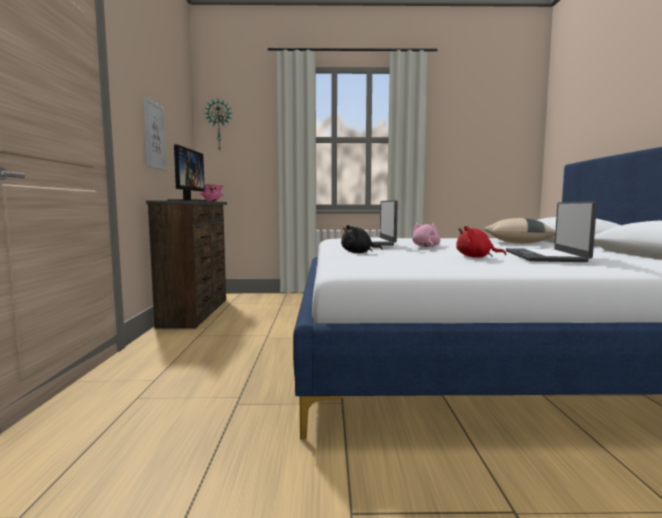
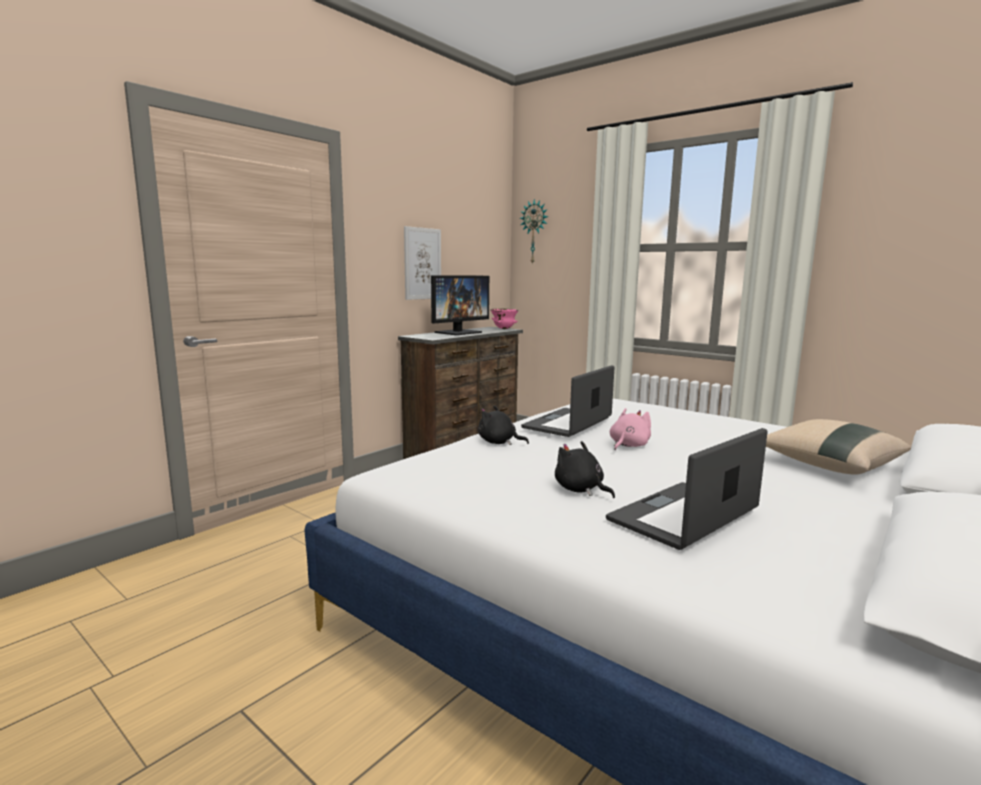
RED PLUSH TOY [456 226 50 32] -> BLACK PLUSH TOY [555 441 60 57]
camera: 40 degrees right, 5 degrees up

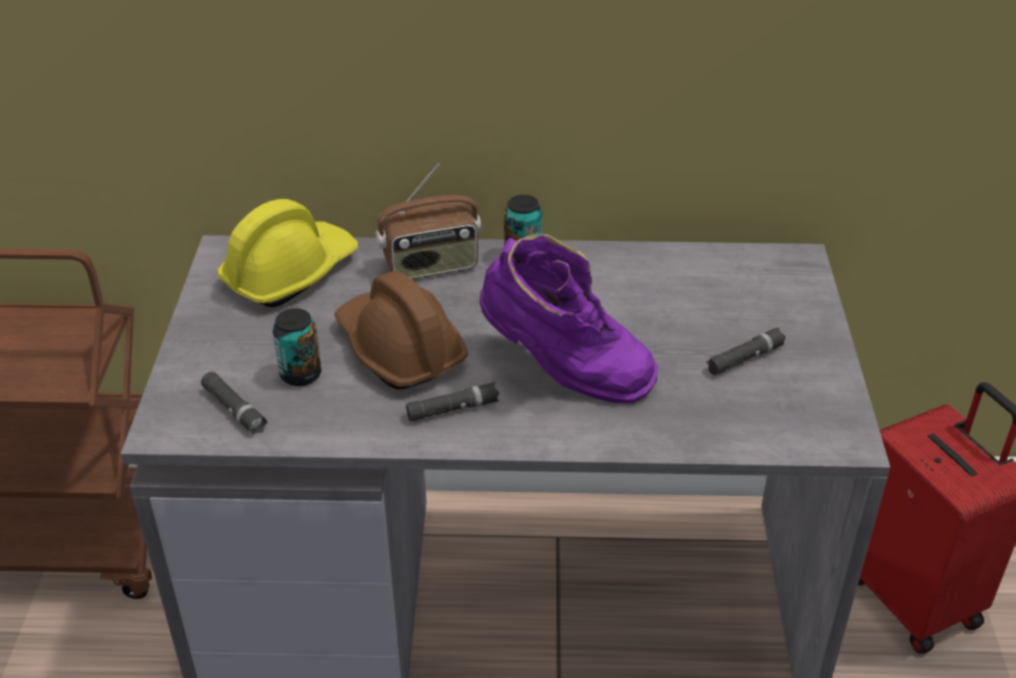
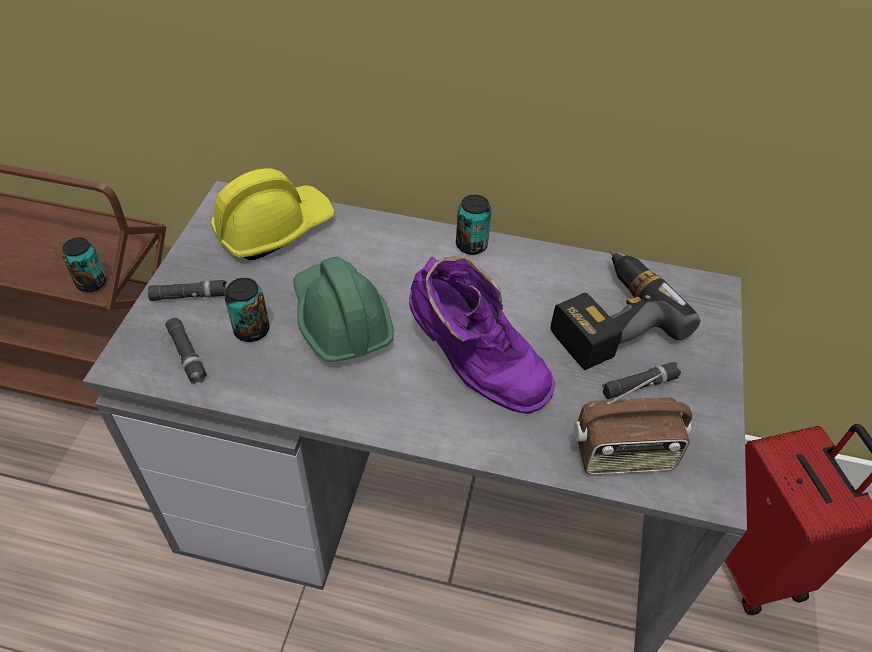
none -> CAN [62 237 45 55]
none -> POWER DRILL [551 250 149 120]
RADIO [376 163 105 116] -> RADIO [574 372 118 102], moved
BLACK FLASHLIGHT [406 382 93 40] -> BLACK FLASHLIGHT [148 280 79 21], moved
BROWN HARD HAT [334 271 134 119] -> GREEN HARD HAT [293 256 101 107]
camera: 10 degrees right, 10 degrees up

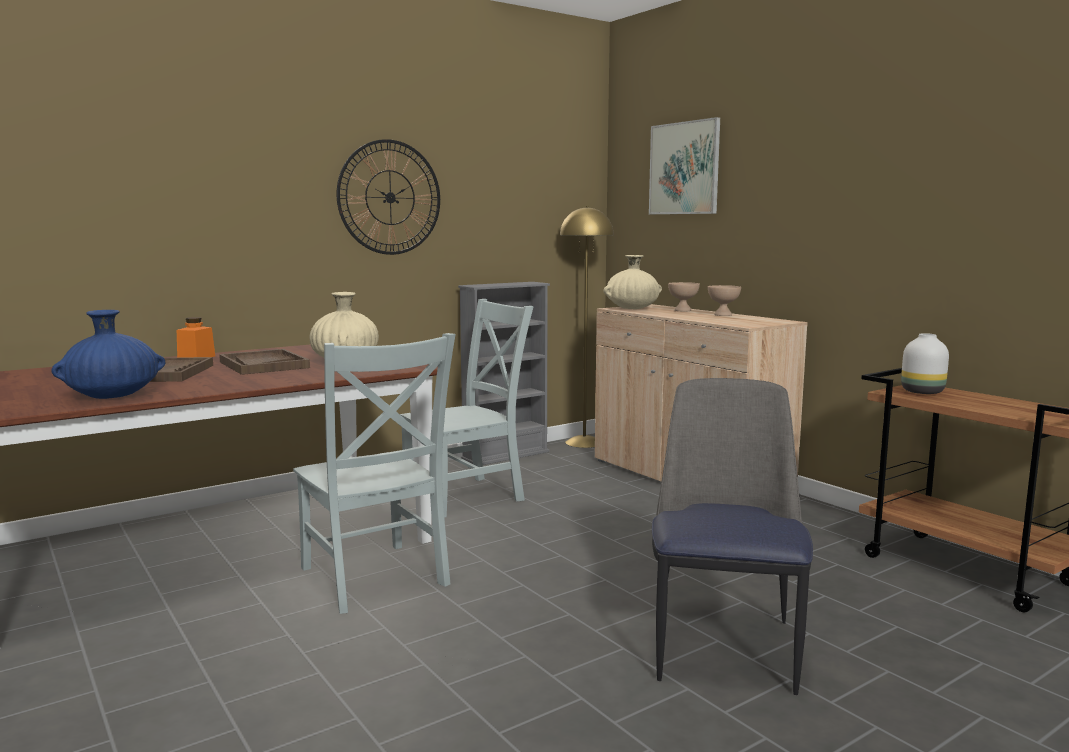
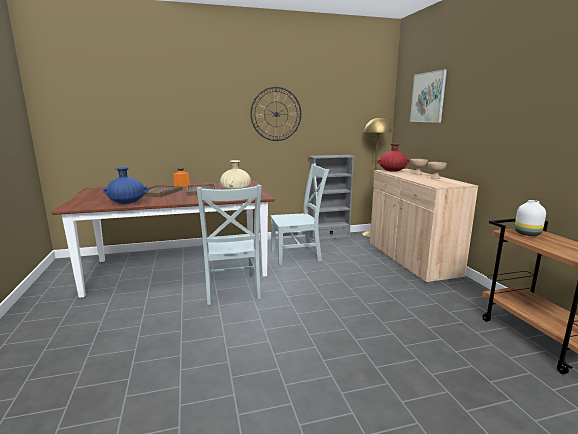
CHAIR [652 378 161 317] -> none
BEIGE VASE [603 255 59 54] -> RED VASE [377 144 33 28]
camera: 20 degrees right, 5 degrees up

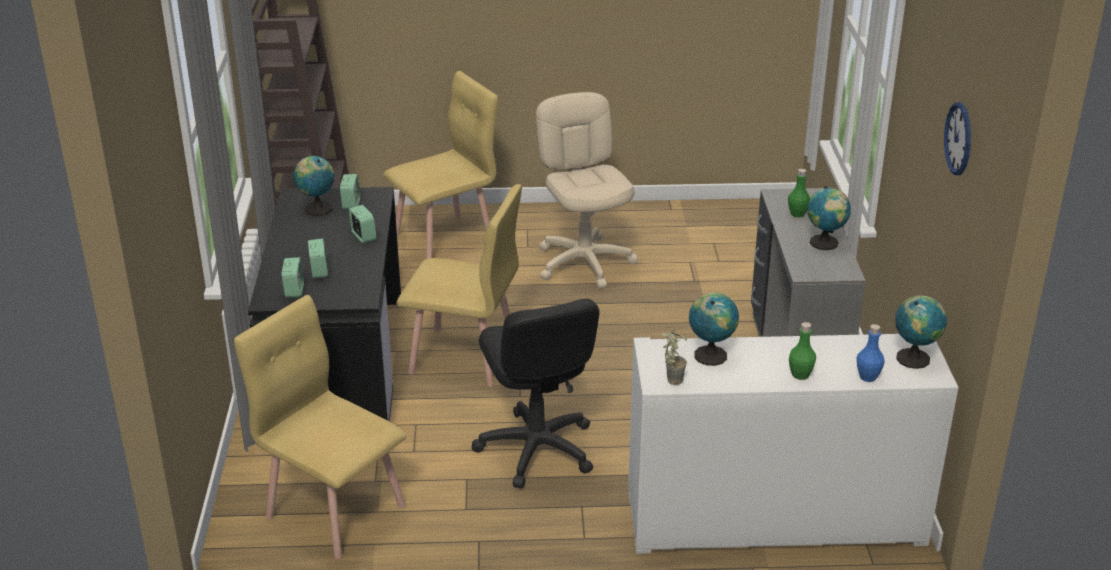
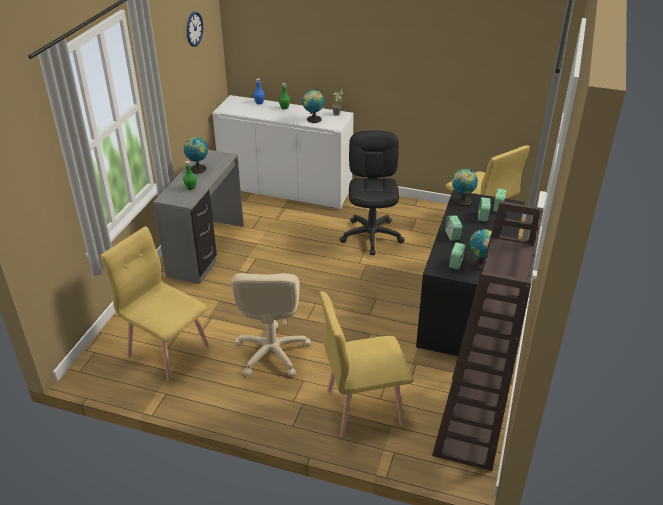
YELLOW CHAIR [396 184 126 203] -> YELLOW CHAIR [101 226 109 155], moved
GLOBE [895 295 52 74] -> GLOBE [452 169 26 37], moved
camera: 160 degrees left, 5 degrees up

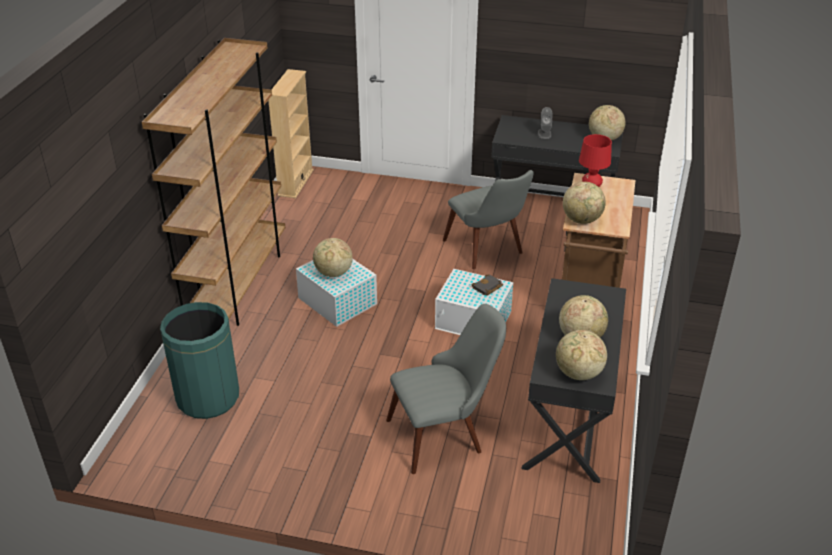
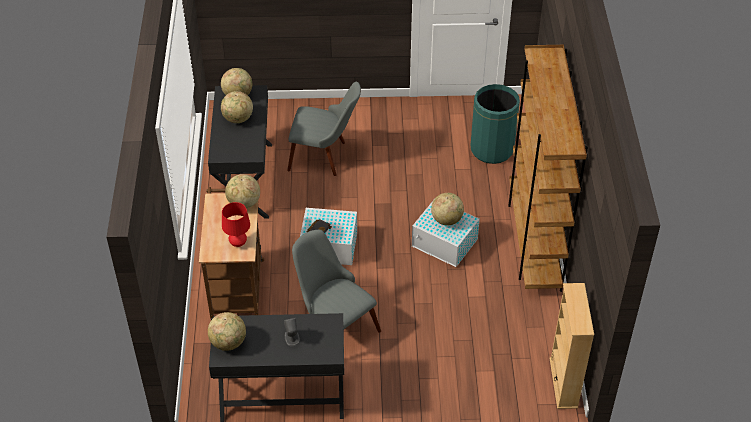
GREY CHAIR [386 304 120 170] -> GREY CHAIR [287 82 74 94], 135 degrees counterclockwise
camera: 165 degrees right, 10 degrees up

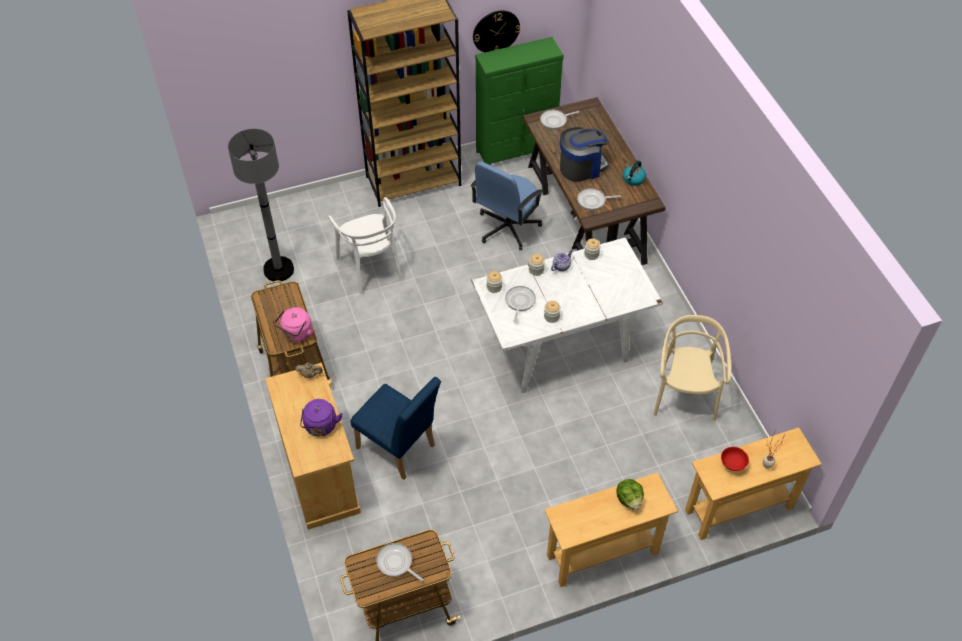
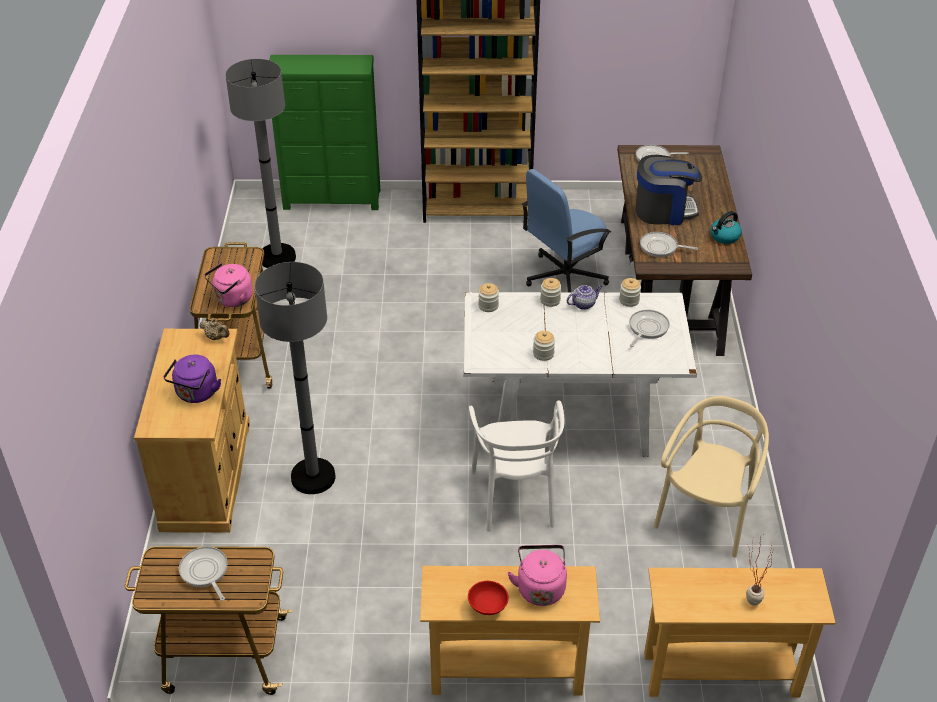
WALL CLOCK [473 11 47 41] -> none
WHITE CHAIR [328 197 74 97] -> WHITE CHAIR [469 401 95 131], moved
GREEN DRESSER [475 37 89 128] -> GREEN DRESSER [270 55 110 155], moved
FRYING PAN [505 286 31 37] -> FRYING PAN [629 310 41 37], moved
RED BOWL [721 447 28 24] -> RED BOWL [468 581 41 34], moved
BLUE CHAIR [350 377 91 103] -> GREY FLOOR LAMP [255 262 81 232]
LETTUCE [616 479 28 31] -> PINK KETTLE [507 545 60 61]
camera: 20 degrees right, 10 degrees down

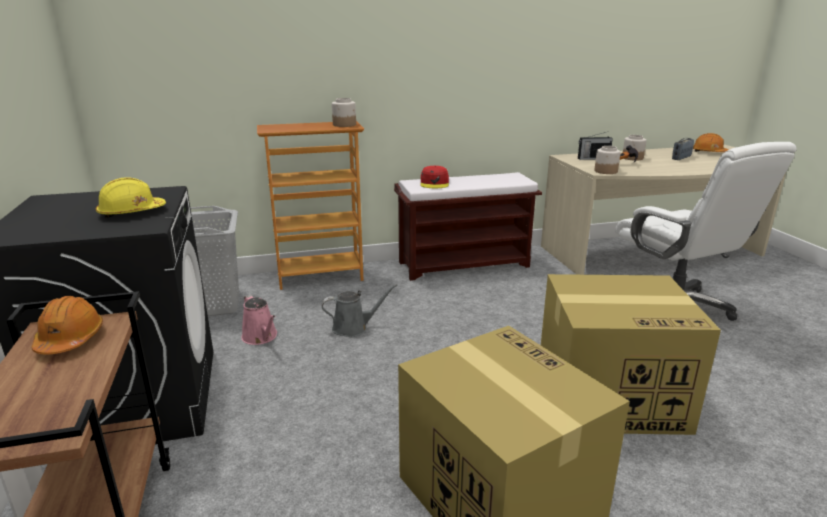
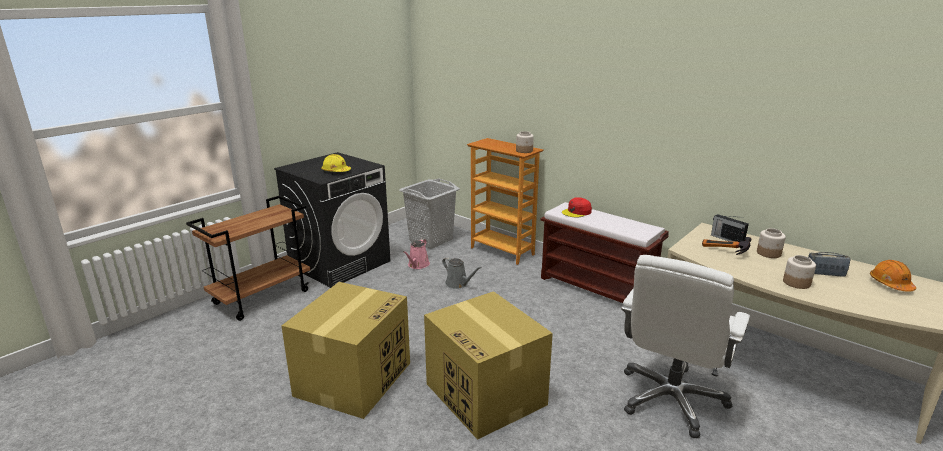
ORANGE HARD HAT [32 296 71 59] -> none
JAR [594 146 27 28] -> JAR [783 255 33 34], moved
camera: 55 degrees right, 0 degrees up

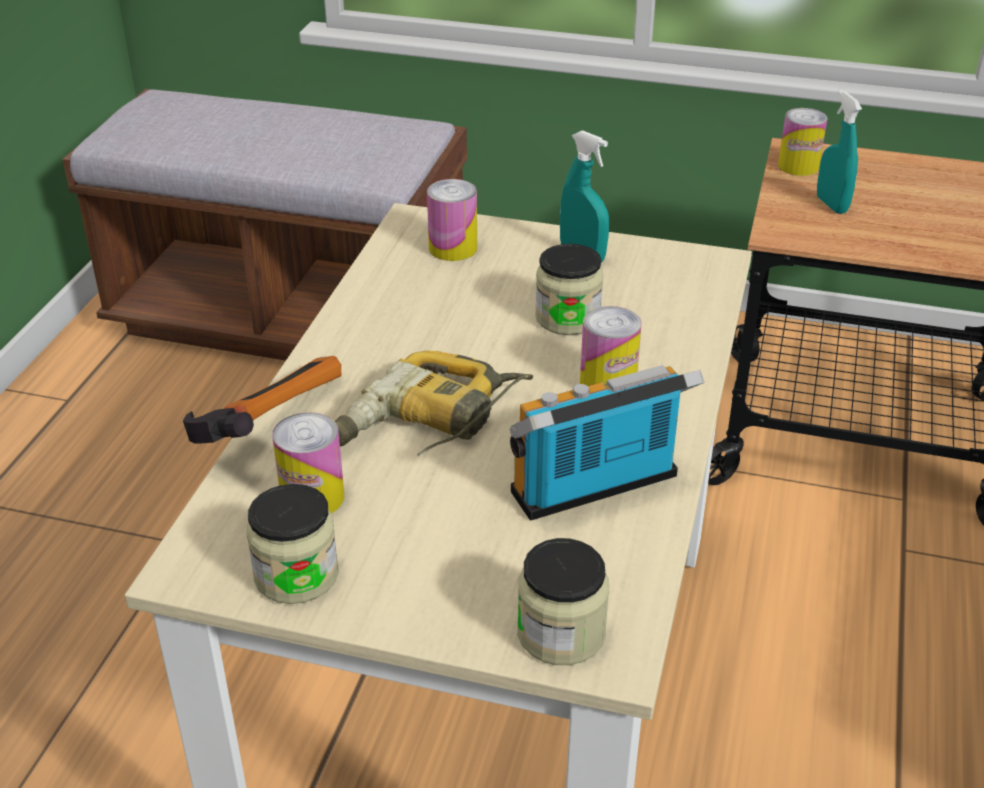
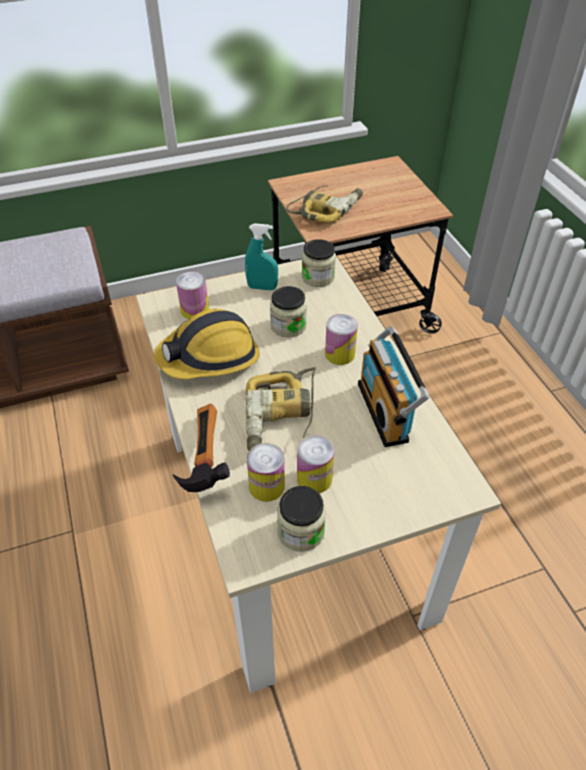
none -> HARD HAT [154 309 106 70]
JAR [517 538 92 127] -> JAR [302 239 34 48], moved
CAN [778 108 49 68] -> CAN [297 435 37 58], moved
TURQUOISE SPRAY BOTTLE [817 90 45 124] -> POWER DRILL [286 185 77 38]
RADIO [510 365 195 155] -> RADIO [358 326 71 121], 45 degrees counterclockwise
camera: 35 degrees left, 10 degrees up

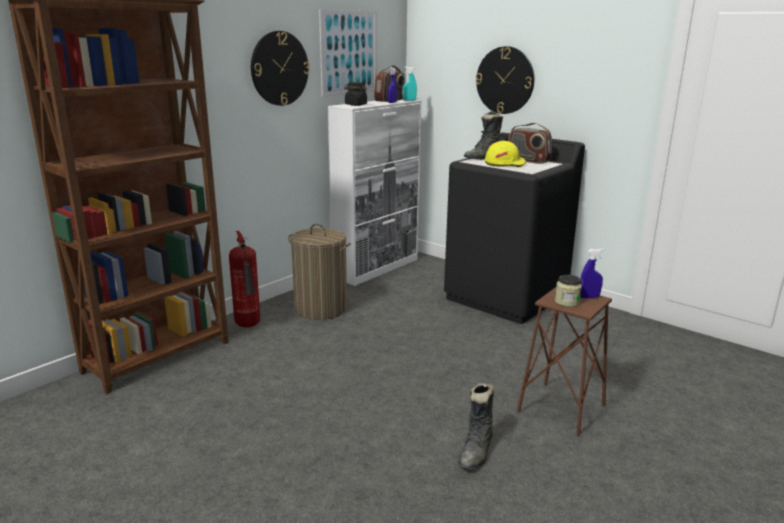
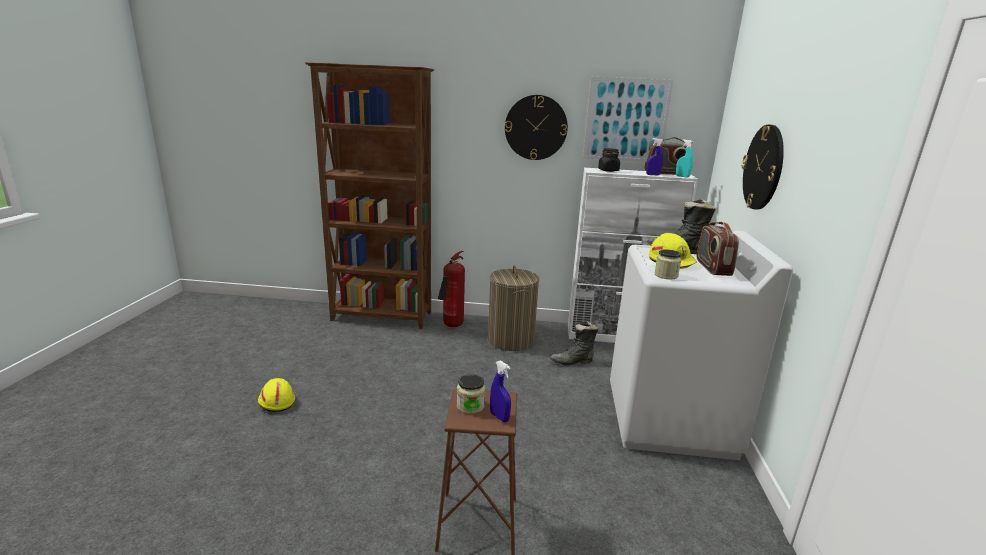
none -> YELLOW HARD HAT [258 378 37 34]
none -> JAR [655 249 26 30]
BLACK BOOT [458 383 36 87] -> BLACK BOOT [550 321 48 44], moved
BLACK WASHING MACHINE [444 132 141 192] -> WHITE WASHING MACHINE [610 231 183 229]
camera: 55 degrees right, 0 degrees up

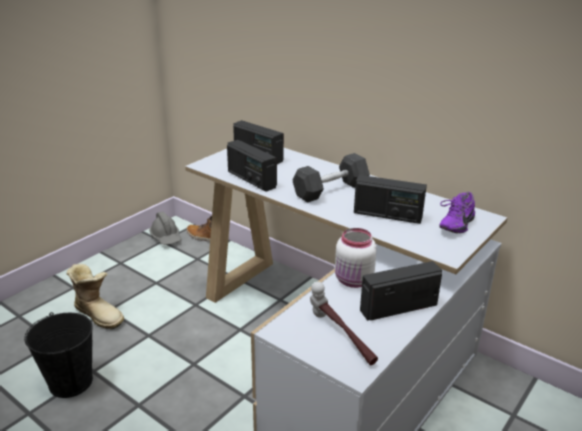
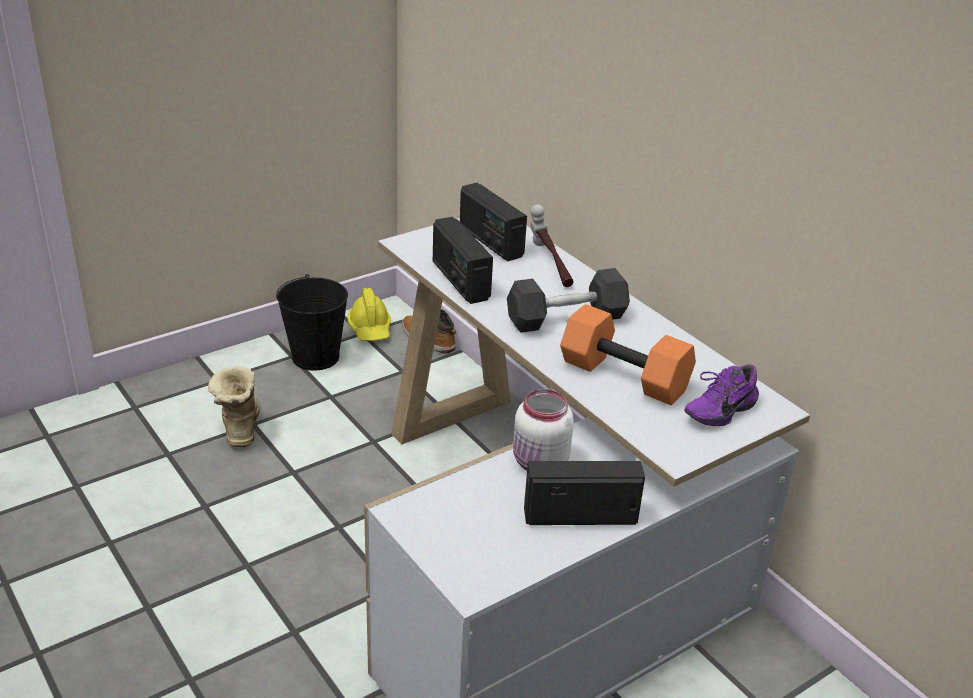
BLACK BUCKET [24 312 69 86] -> BLACK BUCKET [276 274 72 97], moved
HAMMER [310 282 68 83] -> HAMMER [530 204 44 83], moved
RADIO [354 175 73 49] -> ORANGE DUMBBELL [560 304 136 101]
GREY HARD HAT [149 211 33 34] -> YELLOW HARD HAT [348 288 43 53]
BOOT [66 264 58 65] -> BOOT [208 366 51 81], 150 degrees counterclockwise
camera: 15 degrees right, 5 degrees up

